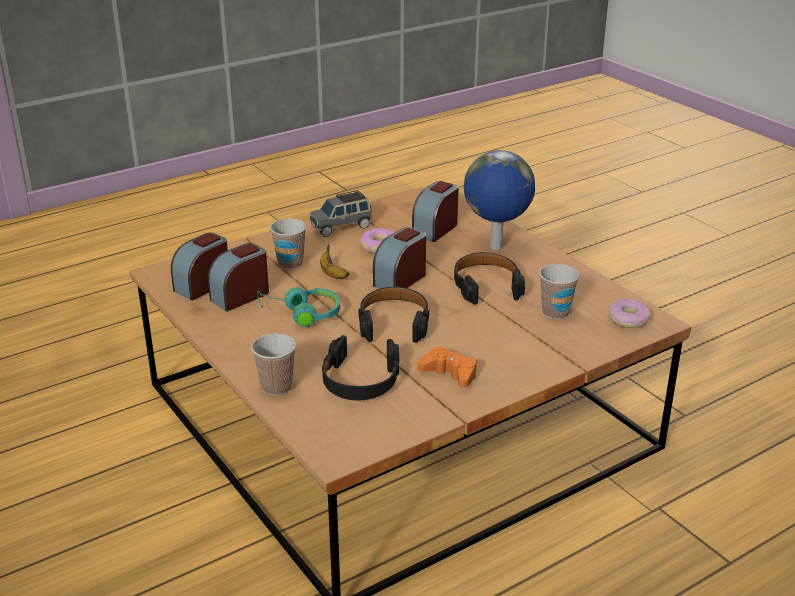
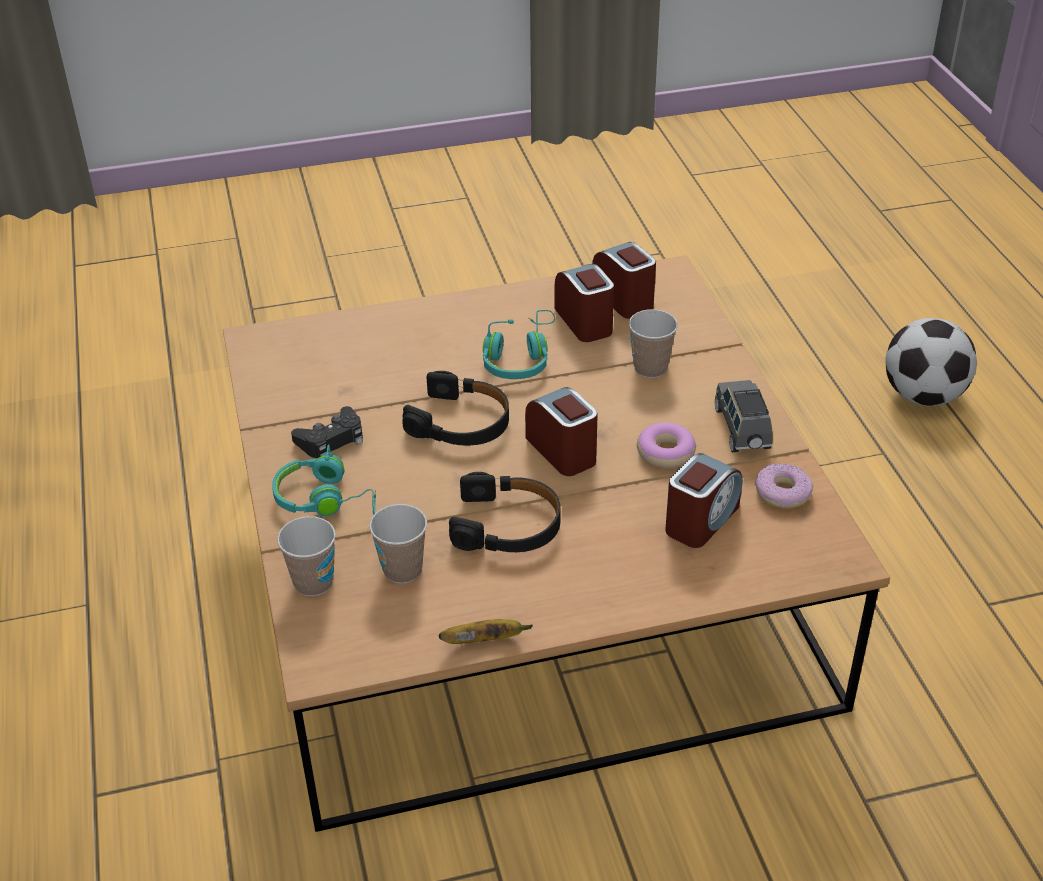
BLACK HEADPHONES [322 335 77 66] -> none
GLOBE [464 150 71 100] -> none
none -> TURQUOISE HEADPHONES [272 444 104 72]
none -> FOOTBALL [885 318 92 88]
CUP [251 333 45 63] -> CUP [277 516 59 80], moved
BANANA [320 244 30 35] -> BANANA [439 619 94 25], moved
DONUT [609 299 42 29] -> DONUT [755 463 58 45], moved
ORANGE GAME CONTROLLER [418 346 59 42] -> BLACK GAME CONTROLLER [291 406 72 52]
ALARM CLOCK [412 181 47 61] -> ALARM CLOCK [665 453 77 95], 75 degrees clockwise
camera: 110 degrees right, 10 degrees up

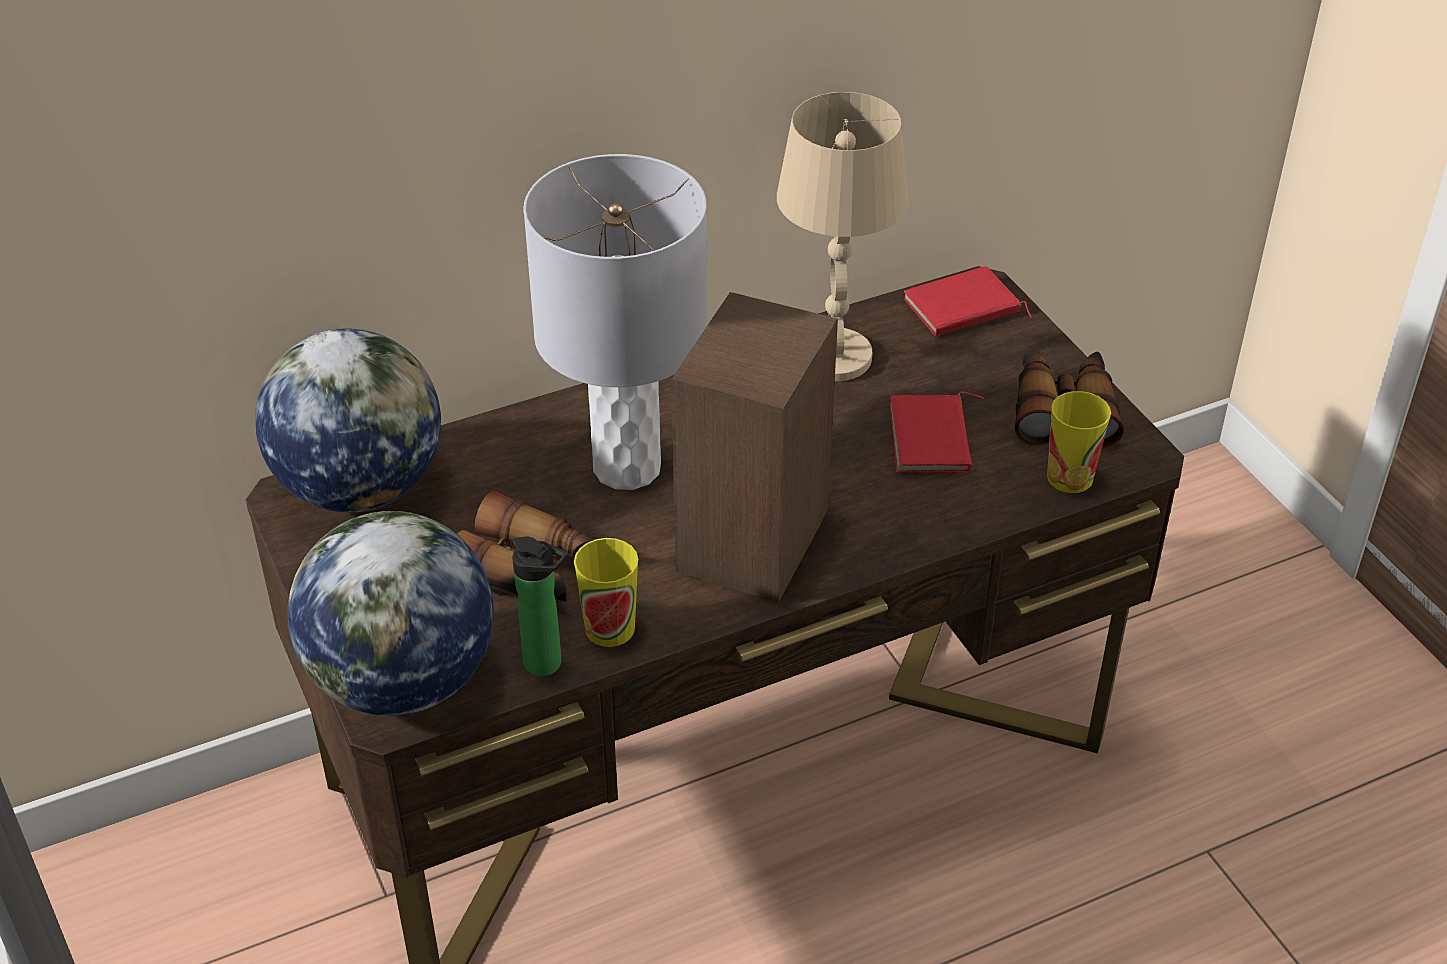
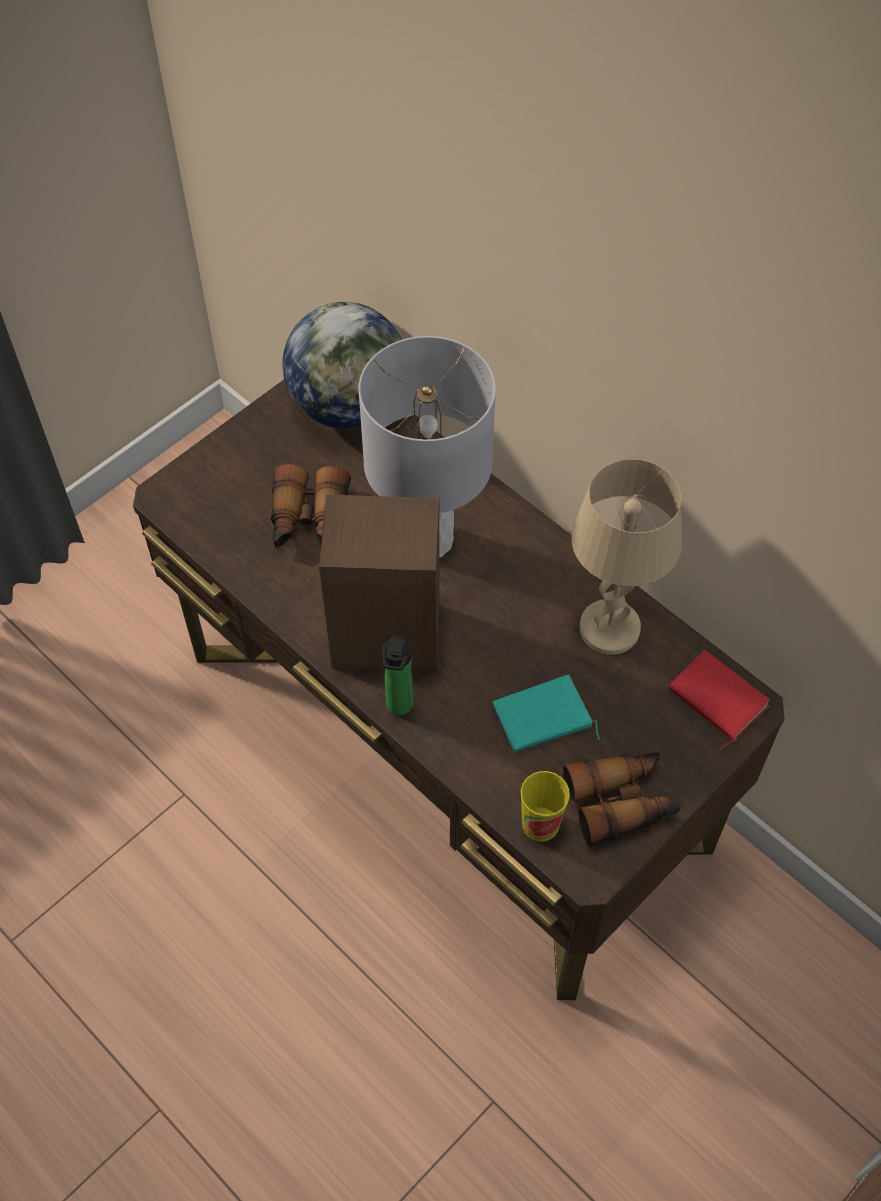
GLOBE [287 511 207 205] -> none
CUP [574 538 64 109] -> none
BOTTLE [512 537 56 139] -> BOTTLE [383 632 30 83], moved
RED BOOK [890 391 94 82] -> TURQUOISE BOOK [493 675 107 77]
camera: 70 degrees right, 15 degrees up

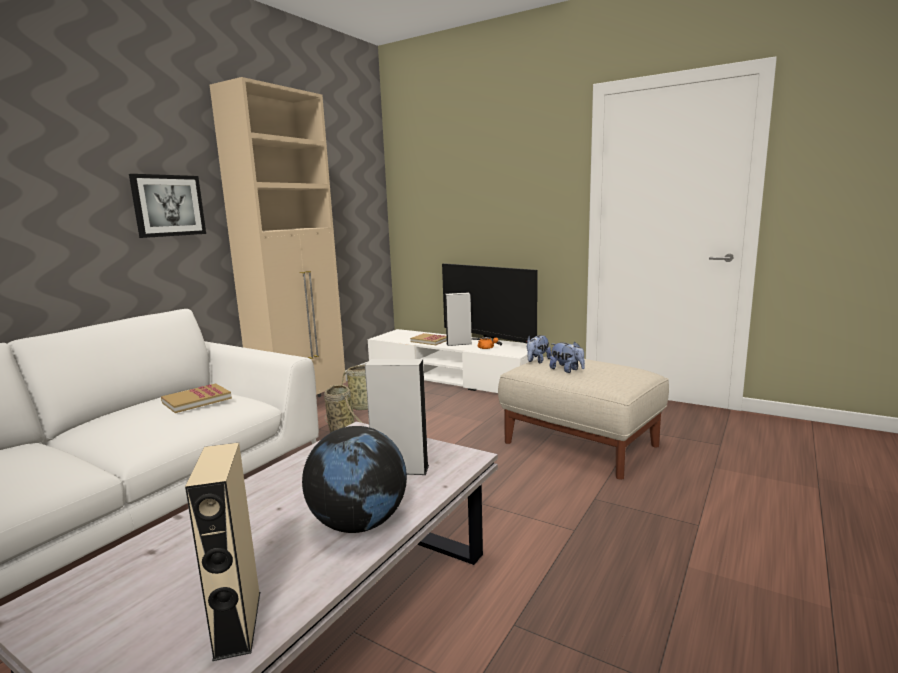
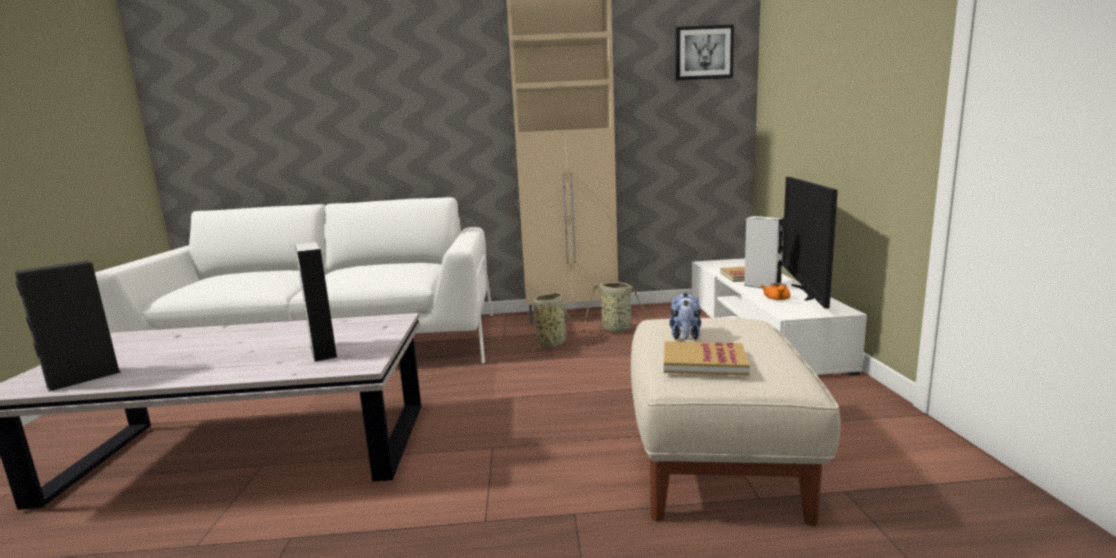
GLOBE [302 426 105 107] -> none
PLUSH TOY [527 335 25 29] -> none
PICTURE [129 174 77 64] -> PICTURE [676 25 58 55], moved
BOOK [161 383 71 30] -> BOOK [664 342 86 34], moved
BEIGE SPEAKER [185 443 75 218] -> BLACK SPEAKER [14 261 107 131]
camera: 55 degrees right, 0 degrees up

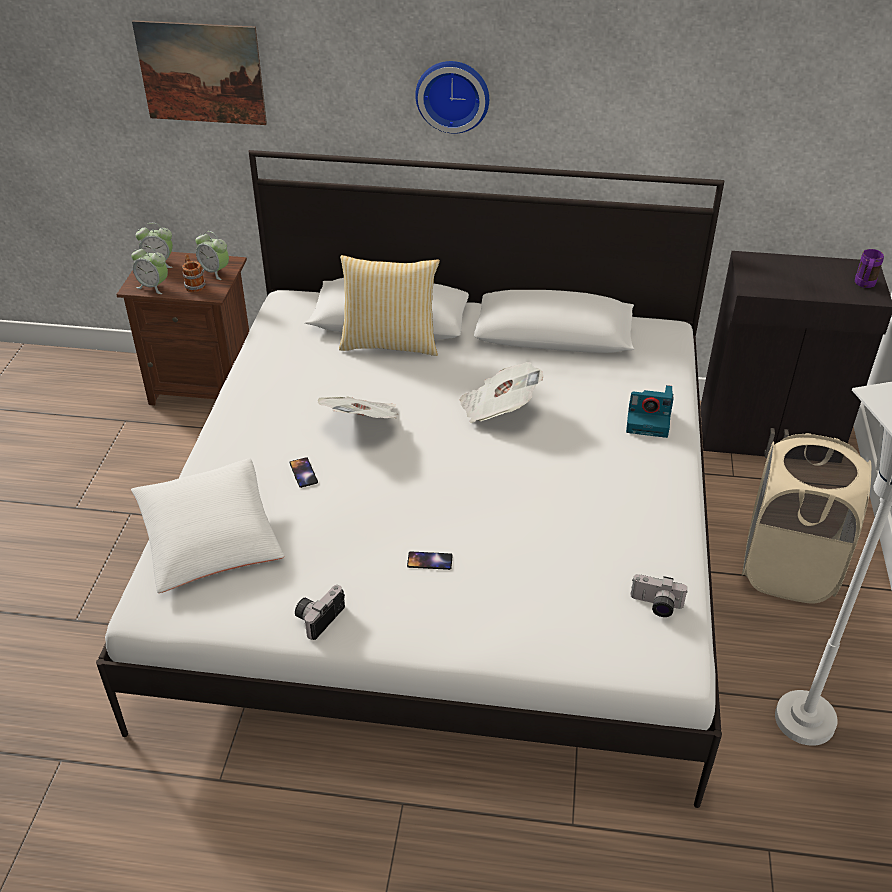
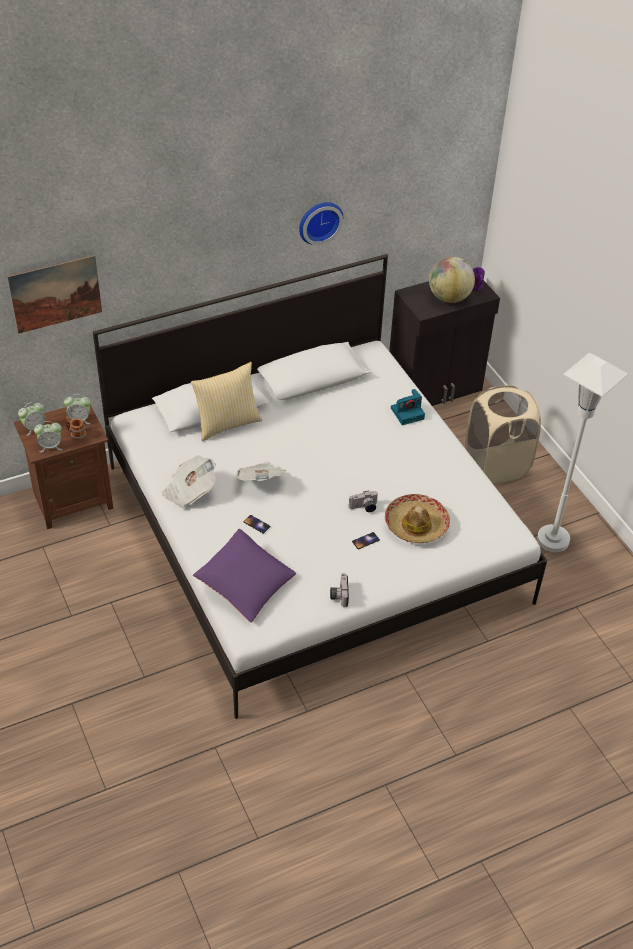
none -> HAT [385 494 65 49]
none -> GLOBE [429 257 46 46]
WALL CLOCK [415 61 74 73] -> WALL CLOCK [299 202 44 43], moved
NEWSPAPER [460 362 83 61] -> NEWSPAPER [162 455 54 53], moved
PHOTO CAMERA [631 574 57 43] -> PHOTO CAMERA [349 490 29 22], moved
WHITE PILLOW [131 459 153 134] -> PURPLE PILLOW [193 529 103 94]
camera: 35 degrees left, 5 degrees up

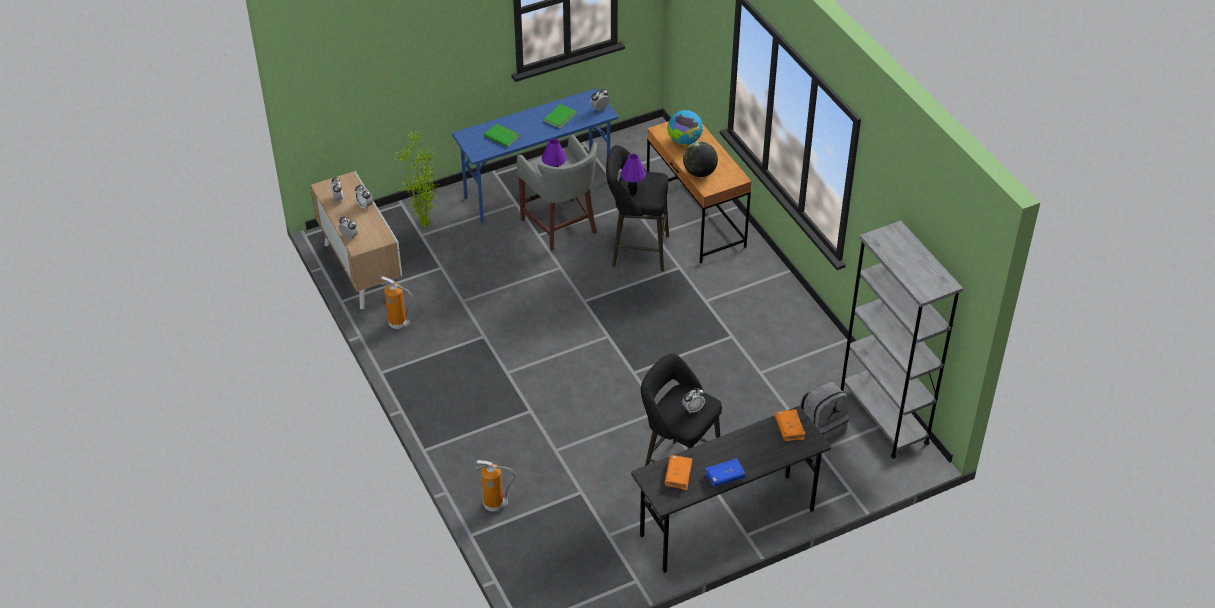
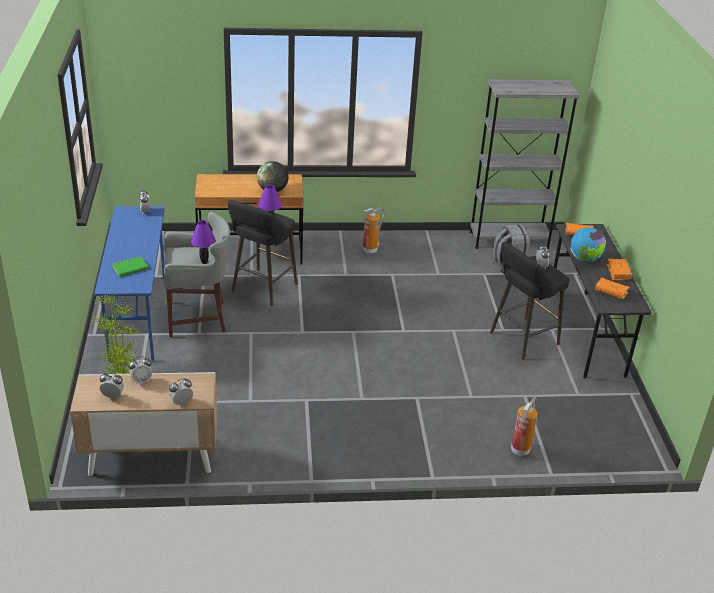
GREEN BOOK [543 104 34 24] -> none
FIRE EXTINGUISHER [380 276 33 53] -> FIRE EXTINGUISHER [363 208 22 46], moved
GLOBE [667 110 36 35] -> GLOBE [571 227 35 35], moved
BLUE BOOK [705 458 40 29] -> ORANGE BOOK [607 259 25 22]
camera: 70 degrees left, 10 degrees down

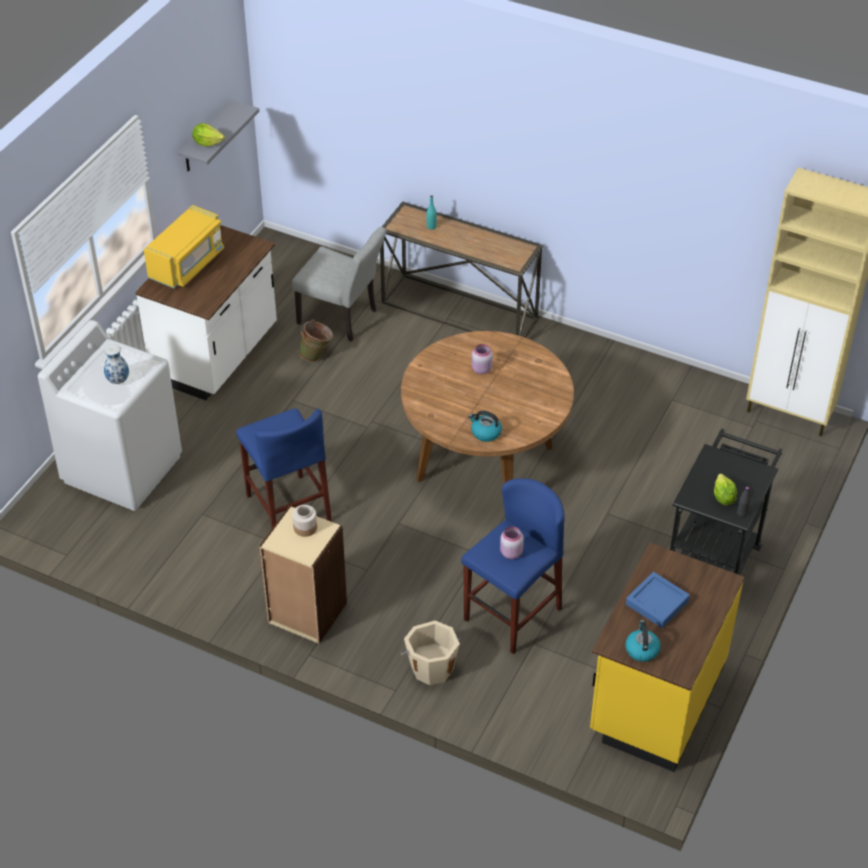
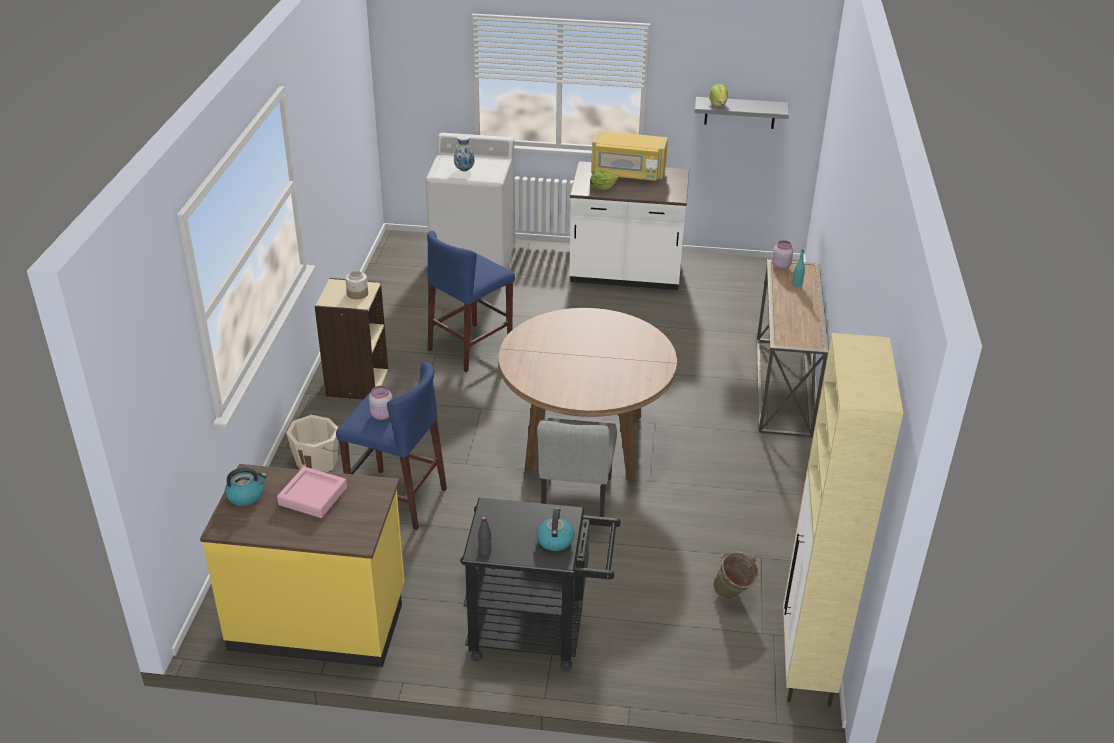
GREY CHAIR [292 227 95 115] -> GREY CHAIR [537 418 80 99], moved
GREEN BUCKET [298 319 35 43] -> GREEN BUCKET [713 551 46 48], moved
KETTLE [468 411 34 31] -> KETTLE [536 508 38 43], moved
PINK JAR [472 344 21 30] -> PINK JAR [772 240 21 30], moved
LETTUCE [714 474 23 31] -> LETTUCE [590 170 29 20], moved
BLUE TRAY [626 572 64 56] -> PINK TRAY [277 467 70 51]
camera: 70 degrees right, 10 degrees down

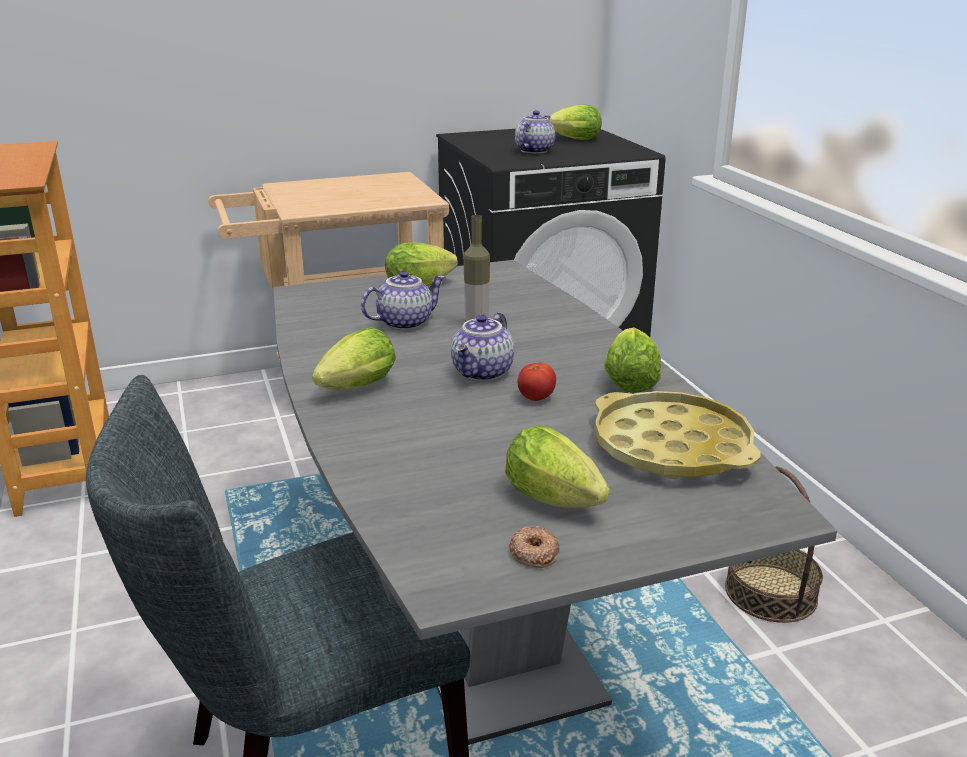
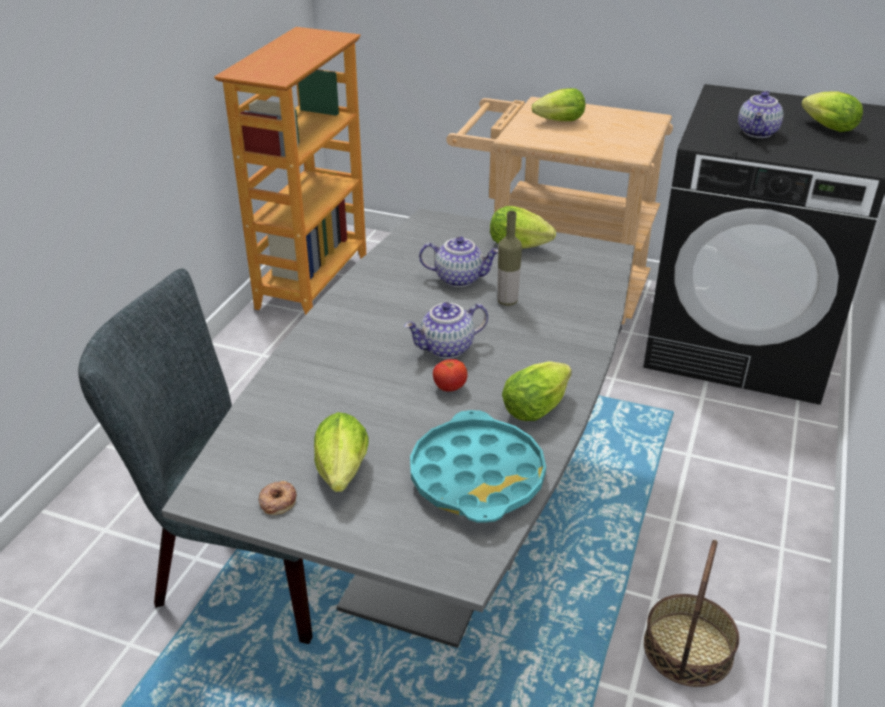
LETTUCE [312 327 84 63] -> LETTUCE [532 88 53 33], moved
YELLOW TRAY [594 391 167 88] -> TURQUOISE TRAY [410 410 136 113]
TEAPOT [515 110 40 44] -> TEAPOT [738 91 45 47], 135 degrees clockwise
camera: 40 degrees right, 10 degrees up

